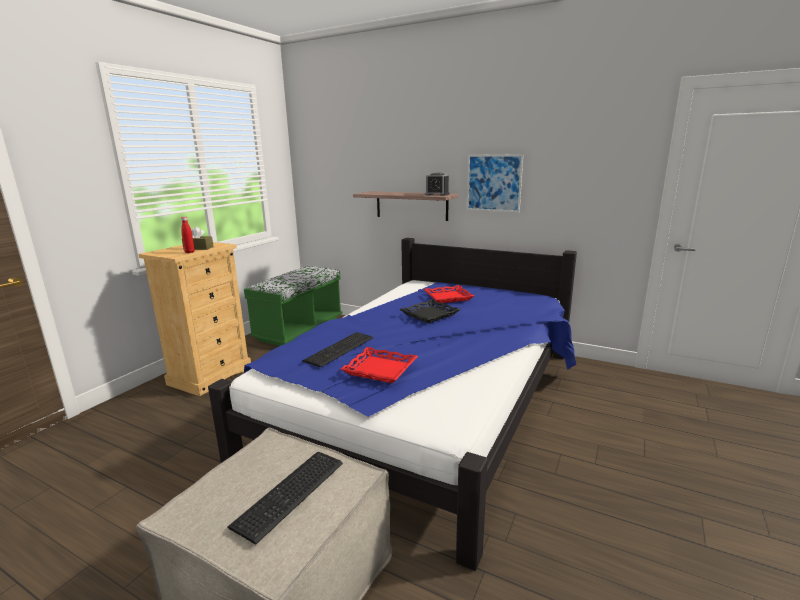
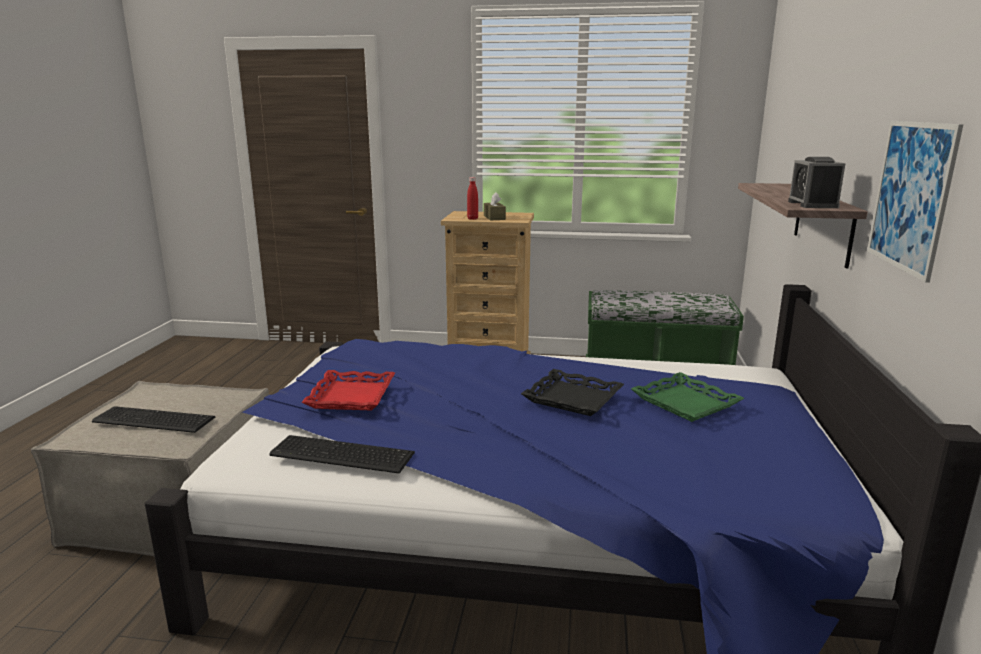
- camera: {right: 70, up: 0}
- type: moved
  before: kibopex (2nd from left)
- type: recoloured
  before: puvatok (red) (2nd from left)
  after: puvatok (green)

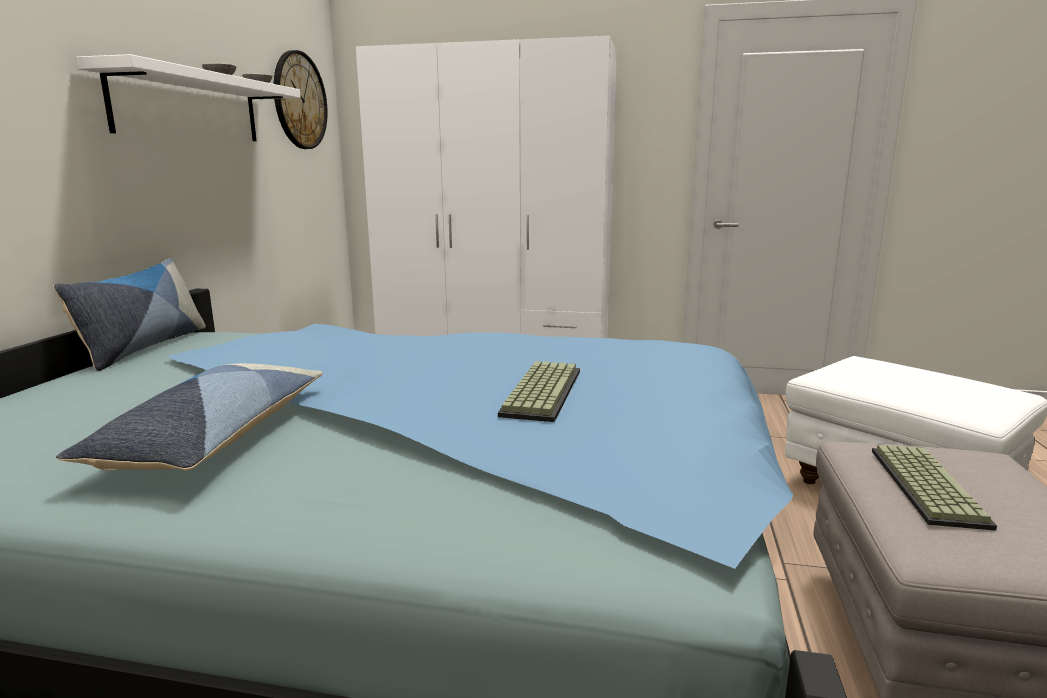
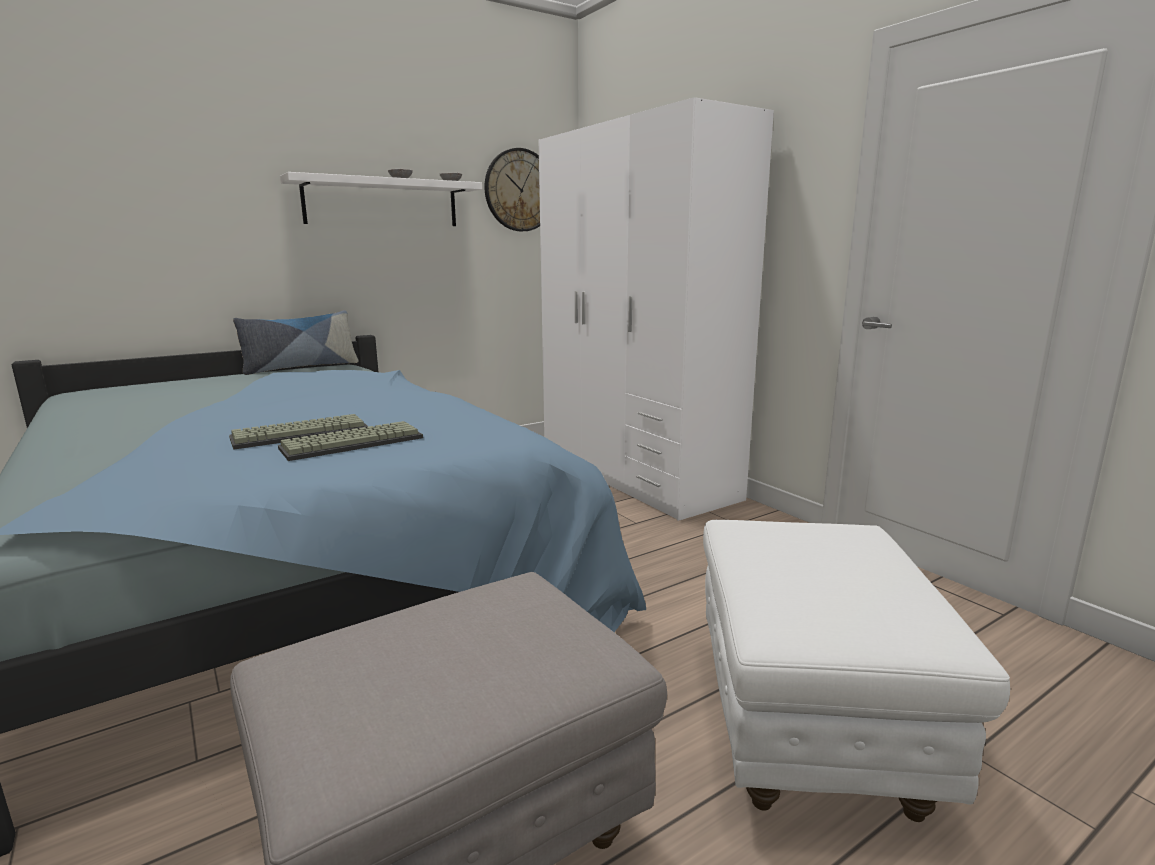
- camera: {right: 45, up: 0}
- type: moved
  before: kibopex (2nd from left)
- type: removed
  before: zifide (2nd from left)

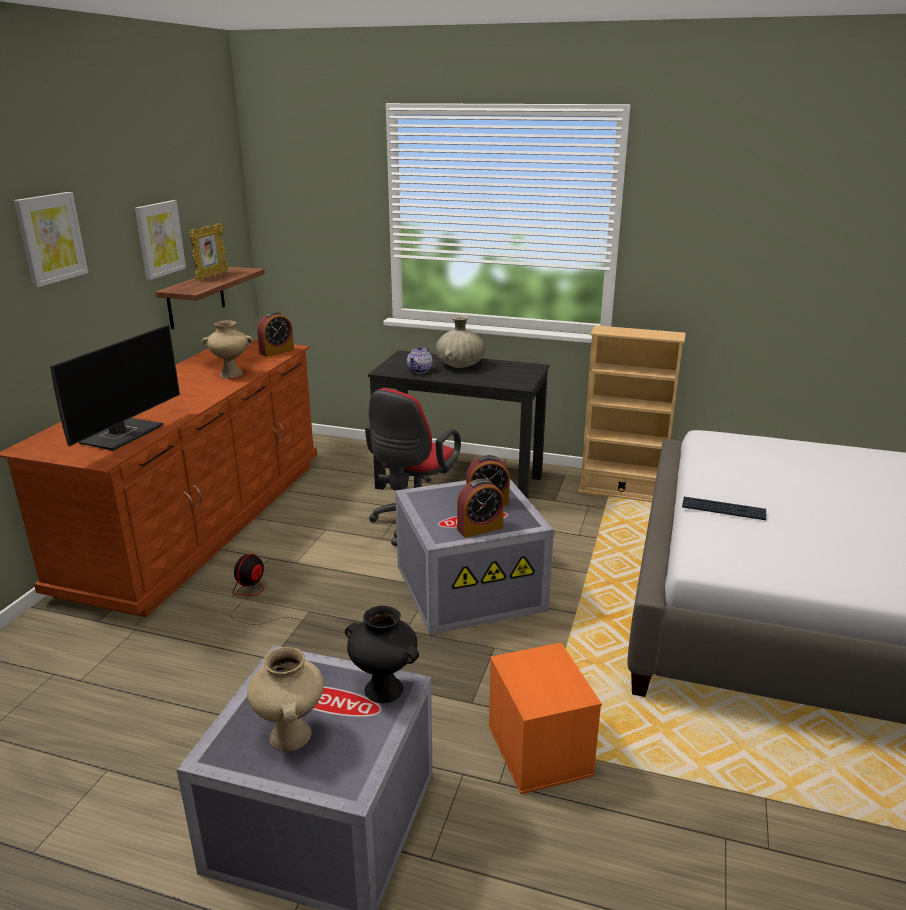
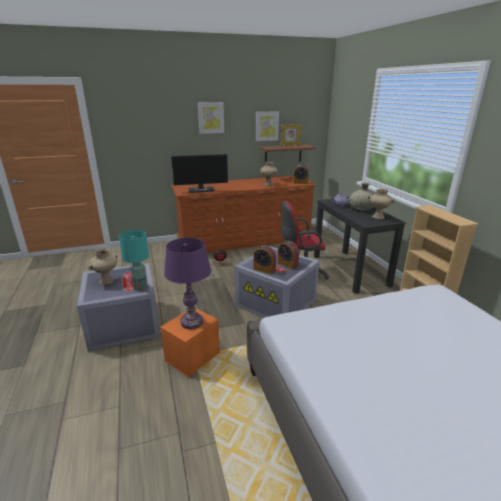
- camera: {right: 55, up: 0}
- type: replaced
  before: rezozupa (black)
  after: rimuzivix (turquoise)
- type: added
  after: rimuzivix (purple)
- type: added
  after: rezozupa (beige) (4th from left)
- type: removed
  before: kibopex

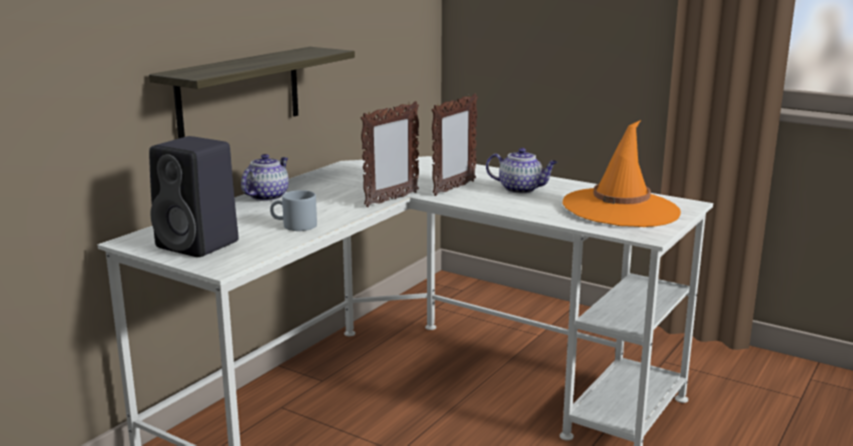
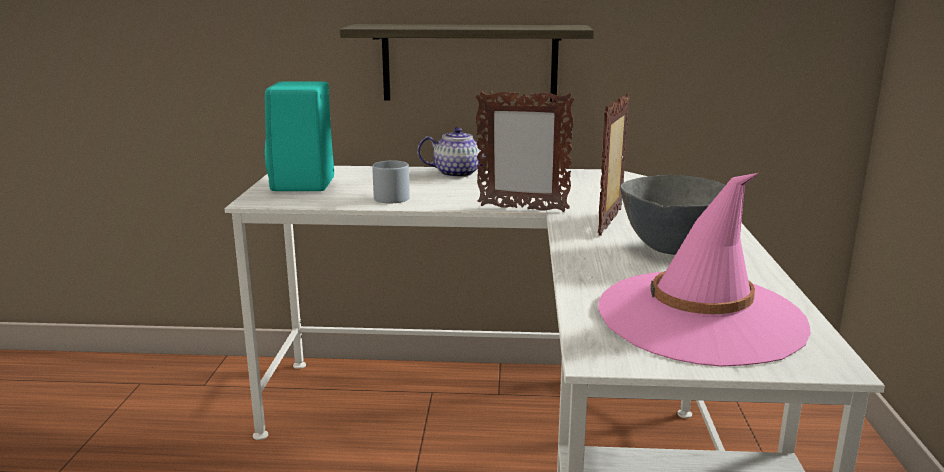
- camera: {right: 60, up: 0}
- type: recoloured
  before: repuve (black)
  after: repuve (turquoise)
- type: turned
  before: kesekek (2nd from left)
  turn: 105
- type: recoloured
  before: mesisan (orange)
  after: mesisan (pink)
- type: replaced
  before: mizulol (2nd from left)
  after: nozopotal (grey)

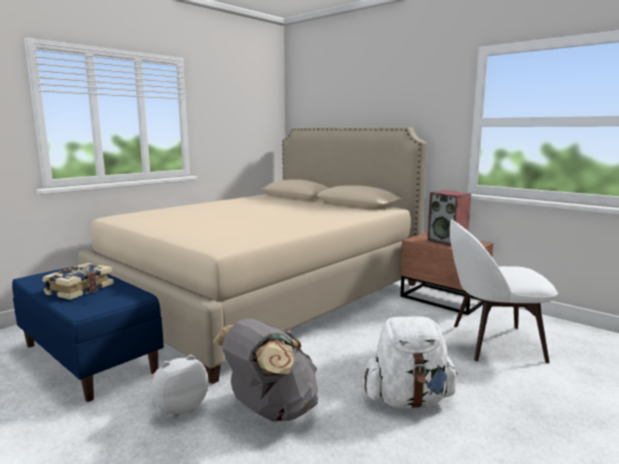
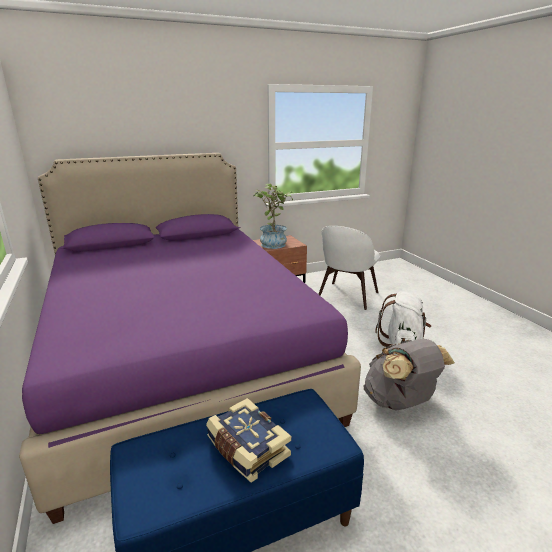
- camera: {right: -65, up: 10}
- type: recoloured
  before: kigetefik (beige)
  after: kigetefik (purple)
- type: replaced
  before: repuve
  after: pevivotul
- type: removed
  before: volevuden

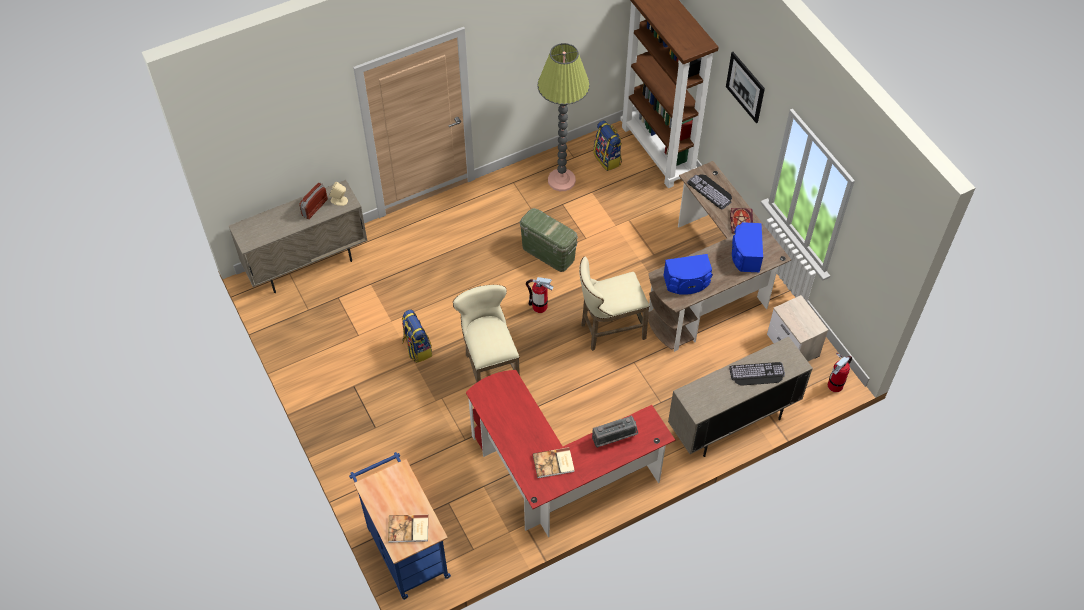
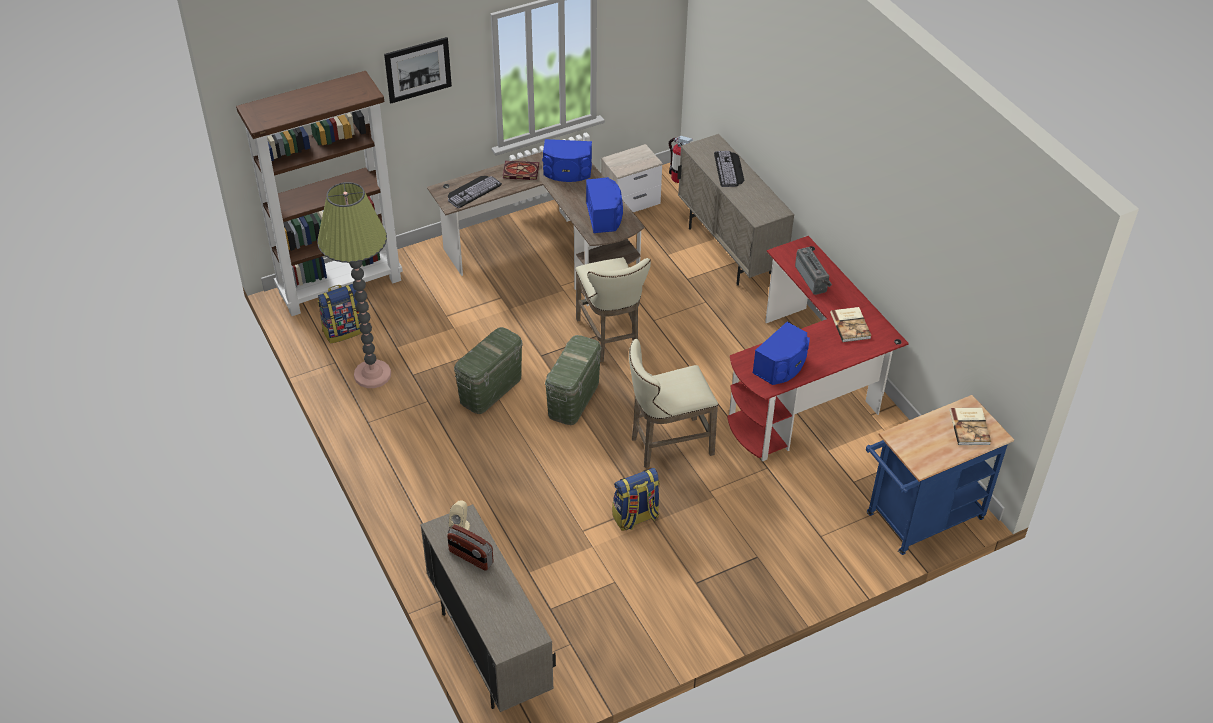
- camera: {right: -90, up: -10}
- type: replaced
  before: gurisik (1st from left)
  after: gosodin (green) (2nd from left)
- type: added
  after: repuve (blue) (3rd from left)

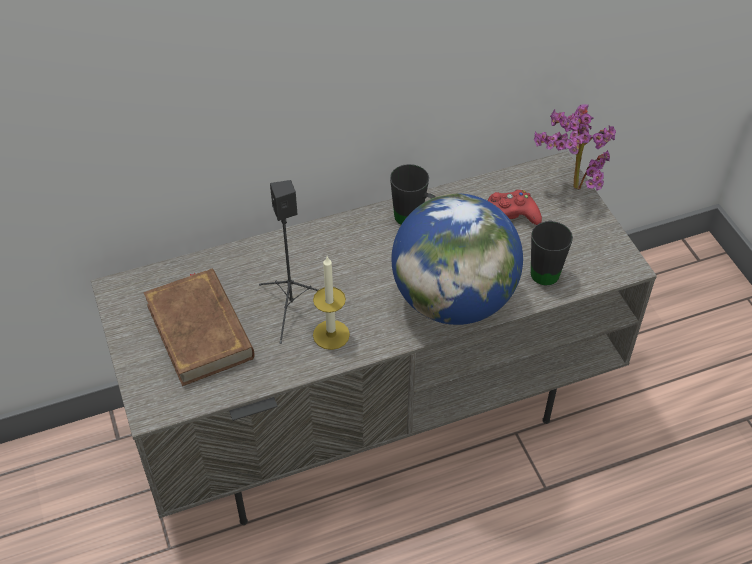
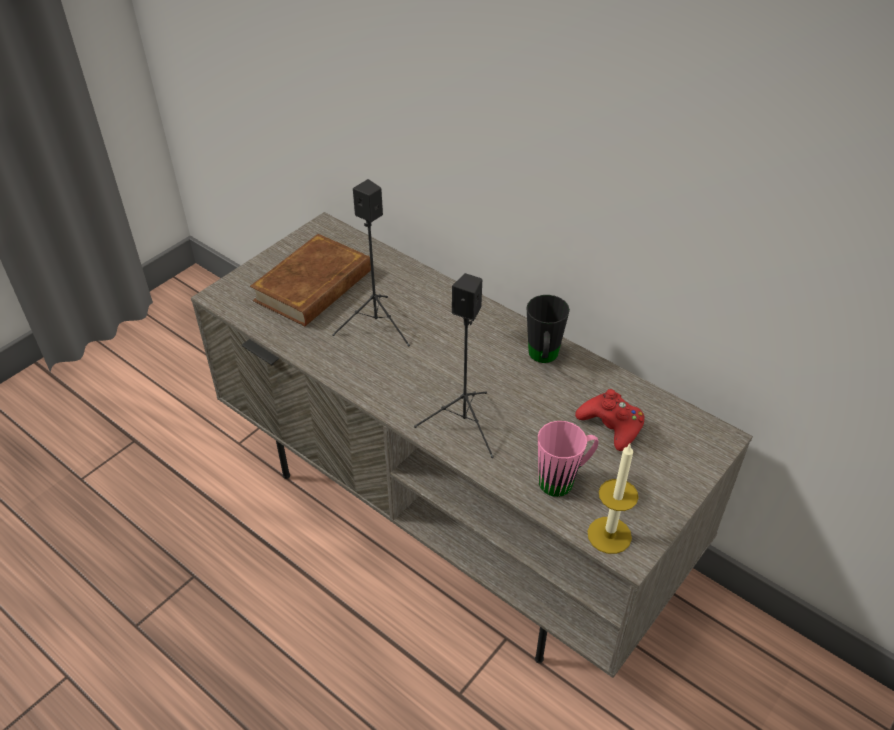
- camera: {right: 60, up: -5}
- type: replaced
  before: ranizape
  after: repuve (black) (2nd from left)
- type: recoloured
  before: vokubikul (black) (2nd from left)
  after: vokubikul (pink)
- type: moved
  before: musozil
- type: removed
  before: pevivotul

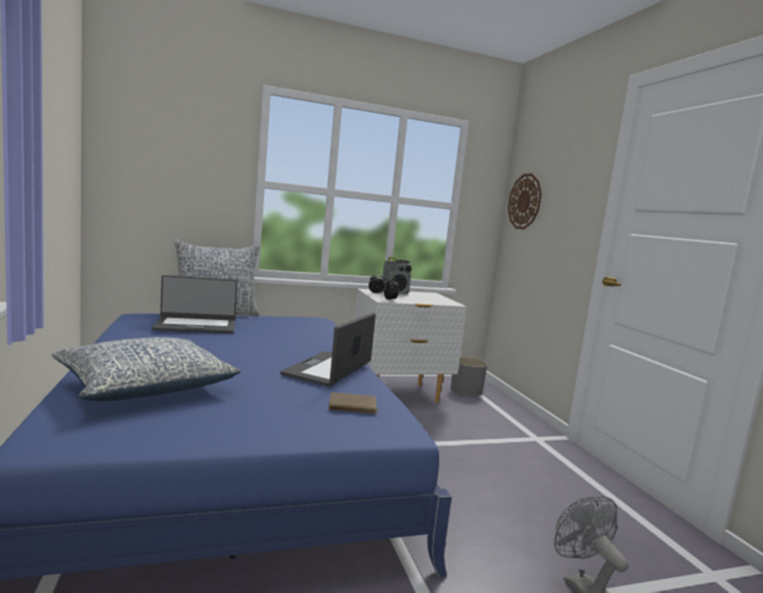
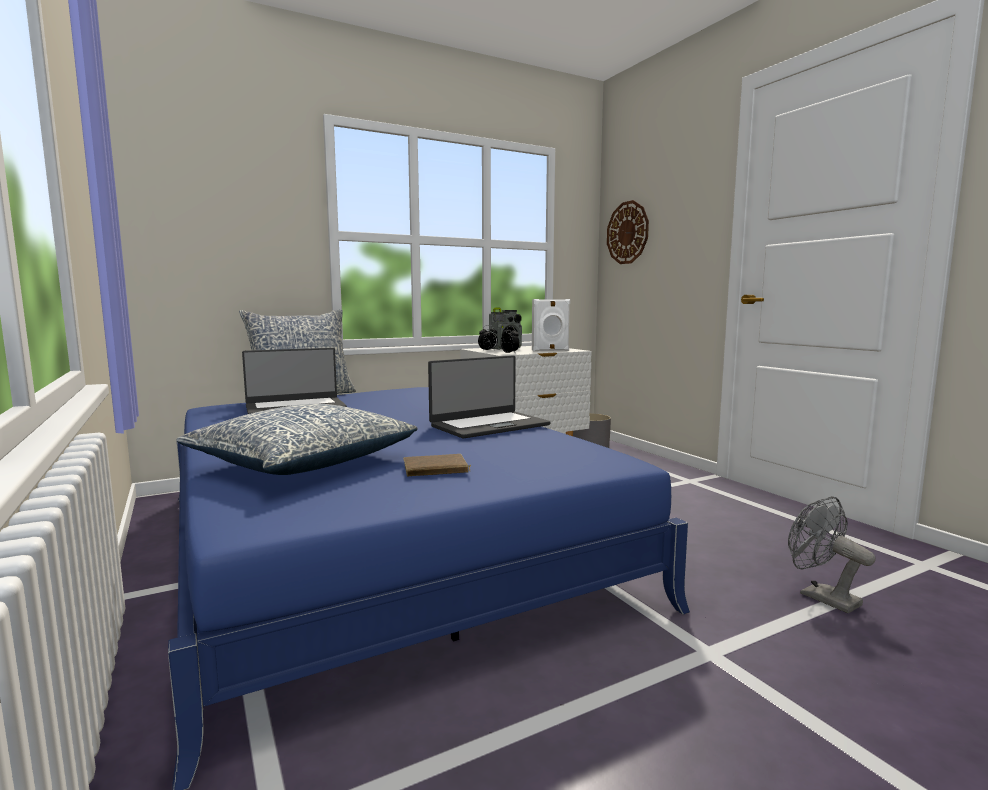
- camera: {right: -10, up: 0}
- type: moved
  before: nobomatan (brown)
- type: turned
  before: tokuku (2nd from left)
  turn: -135
- type: added
  after: repuve (white)

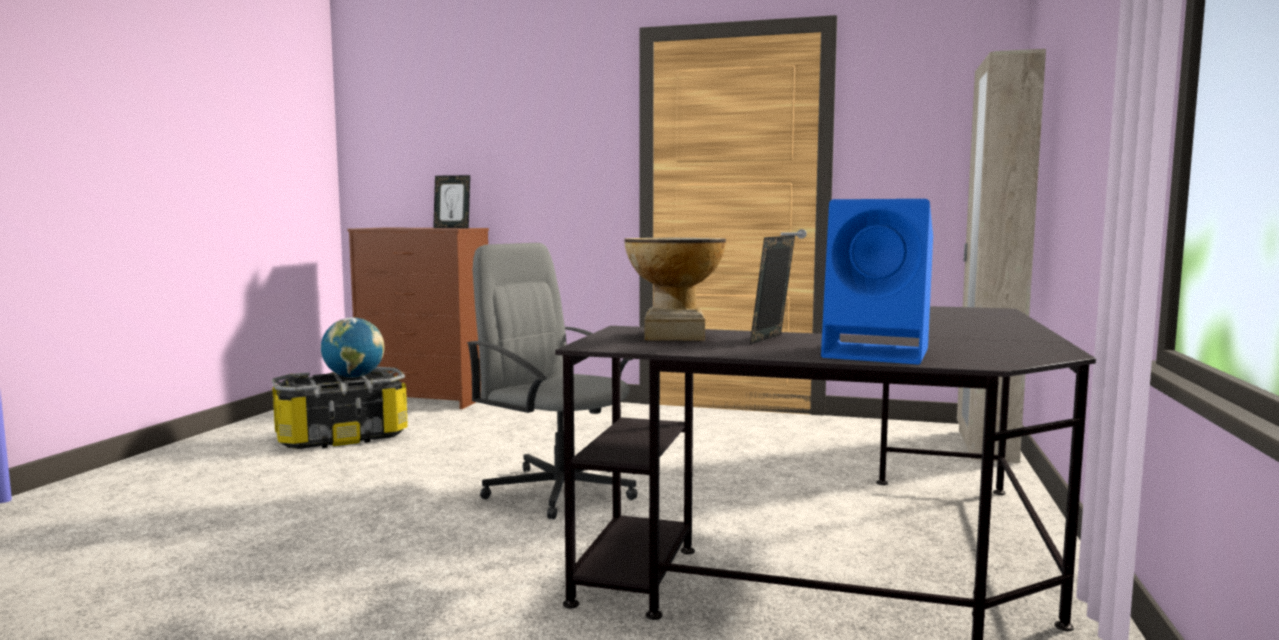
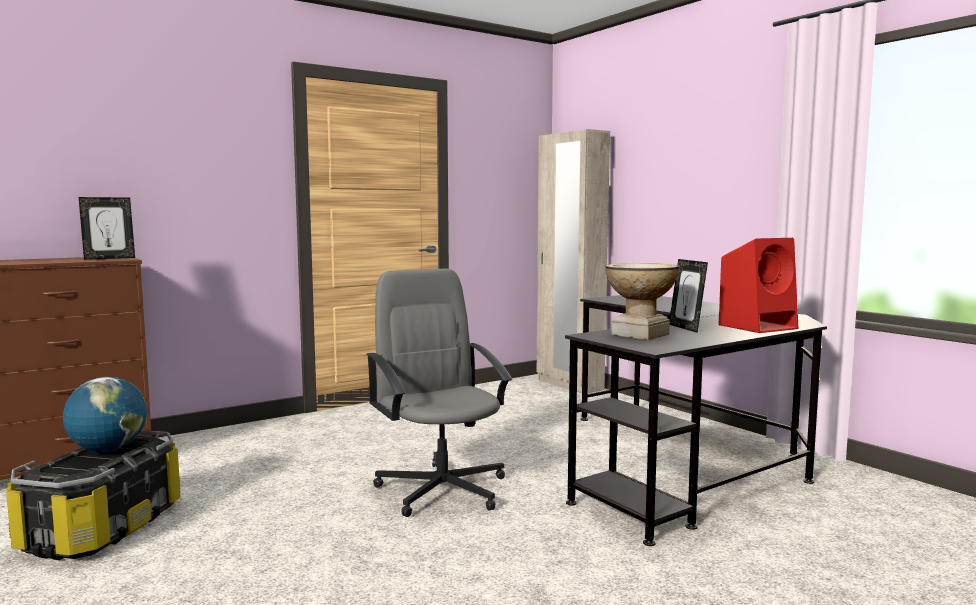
- camera: {right: -50, up: 0}
- type: turned
  before: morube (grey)
  turn: 75
- type: recoloured
  before: repuve (blue)
  after: repuve (red)

